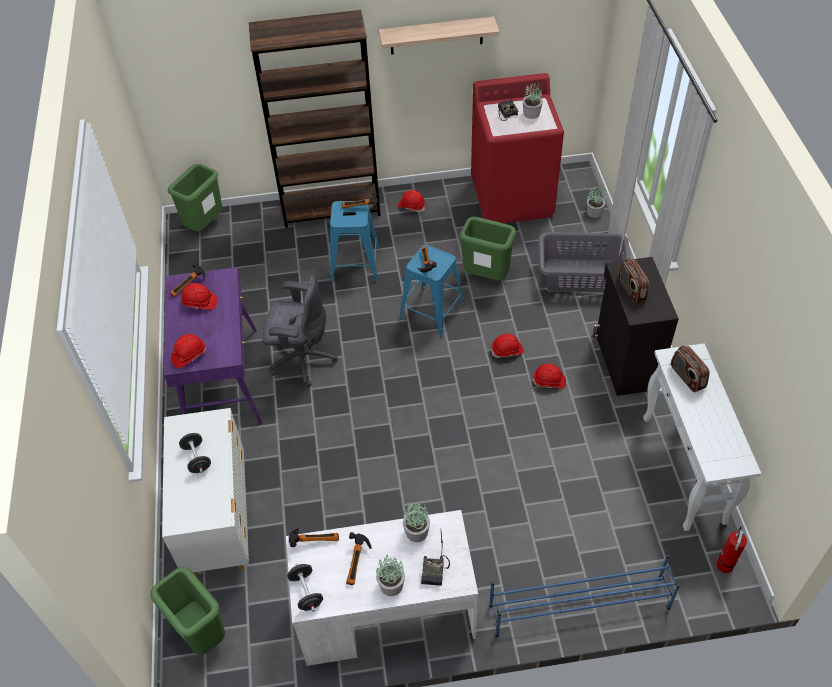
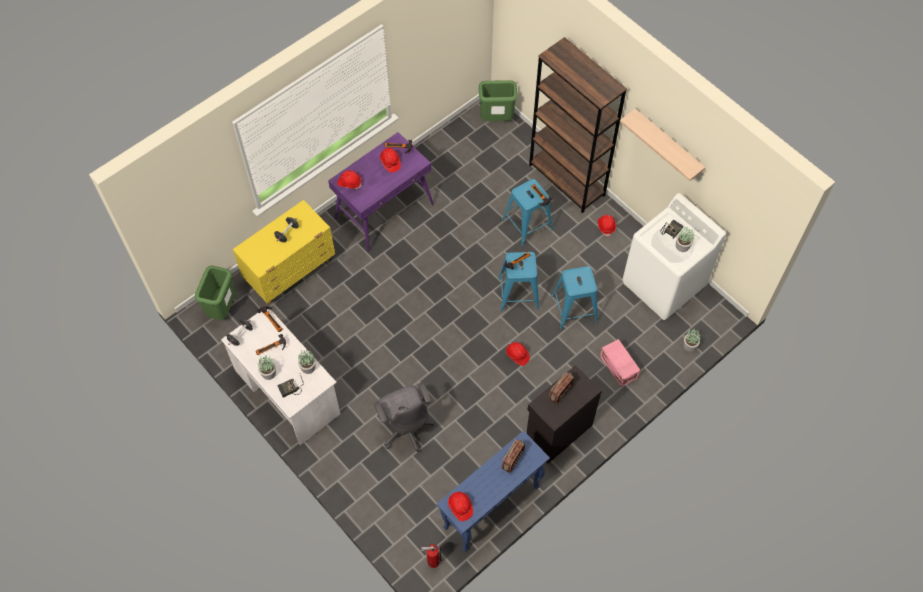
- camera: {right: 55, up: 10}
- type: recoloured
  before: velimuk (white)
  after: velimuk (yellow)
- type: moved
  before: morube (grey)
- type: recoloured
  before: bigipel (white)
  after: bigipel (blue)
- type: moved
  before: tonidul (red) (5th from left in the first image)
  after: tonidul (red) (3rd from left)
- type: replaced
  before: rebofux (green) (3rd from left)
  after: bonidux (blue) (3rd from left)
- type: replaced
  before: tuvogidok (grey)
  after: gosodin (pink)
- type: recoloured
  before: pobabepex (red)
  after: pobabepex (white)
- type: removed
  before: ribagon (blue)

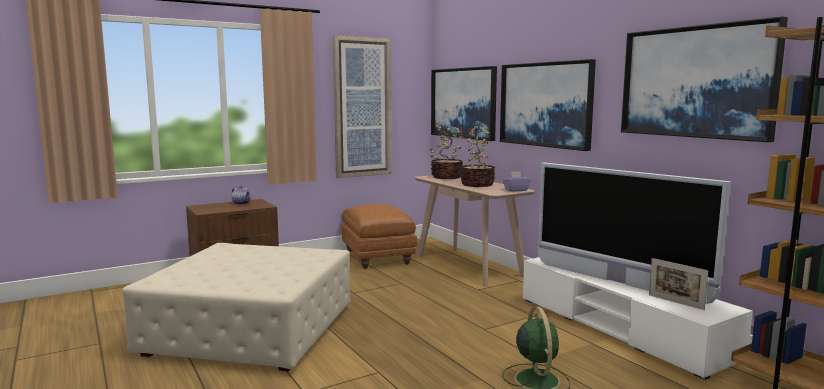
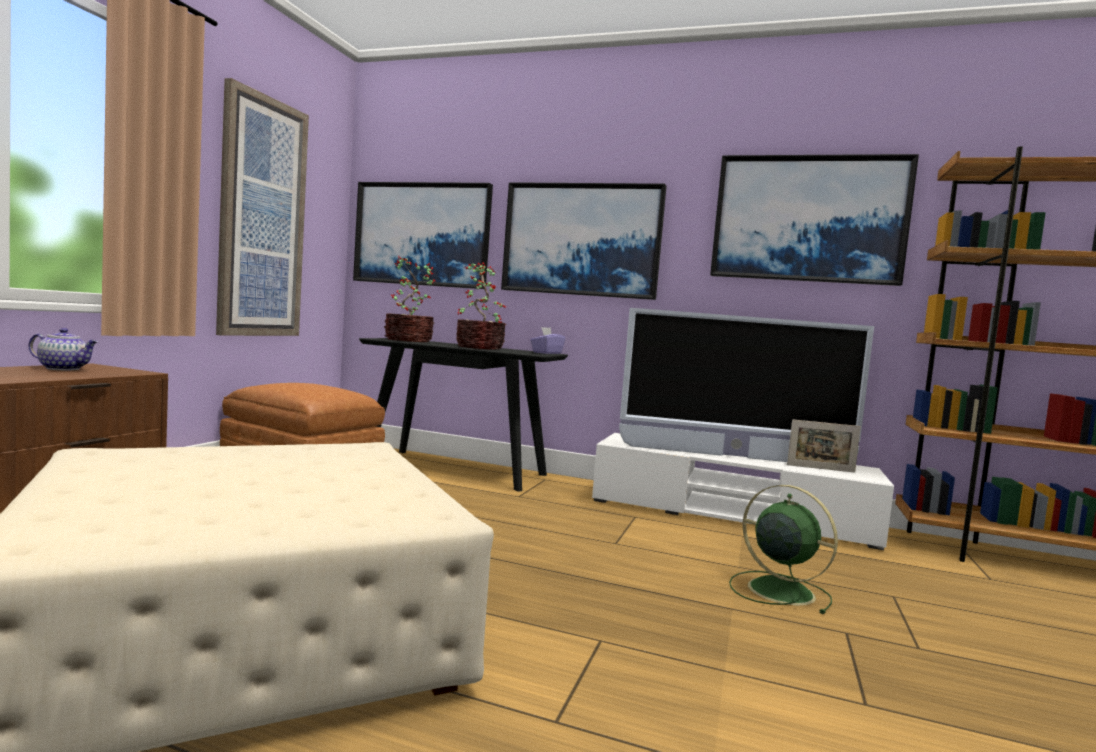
- camera: {right: -40, up: -5}
- type: recoloured
  before: bigipel (beige)
  after: bigipel (black)

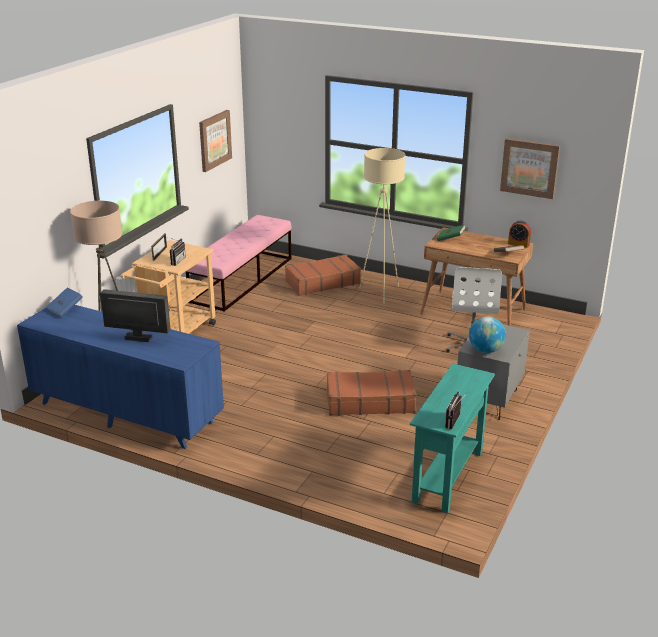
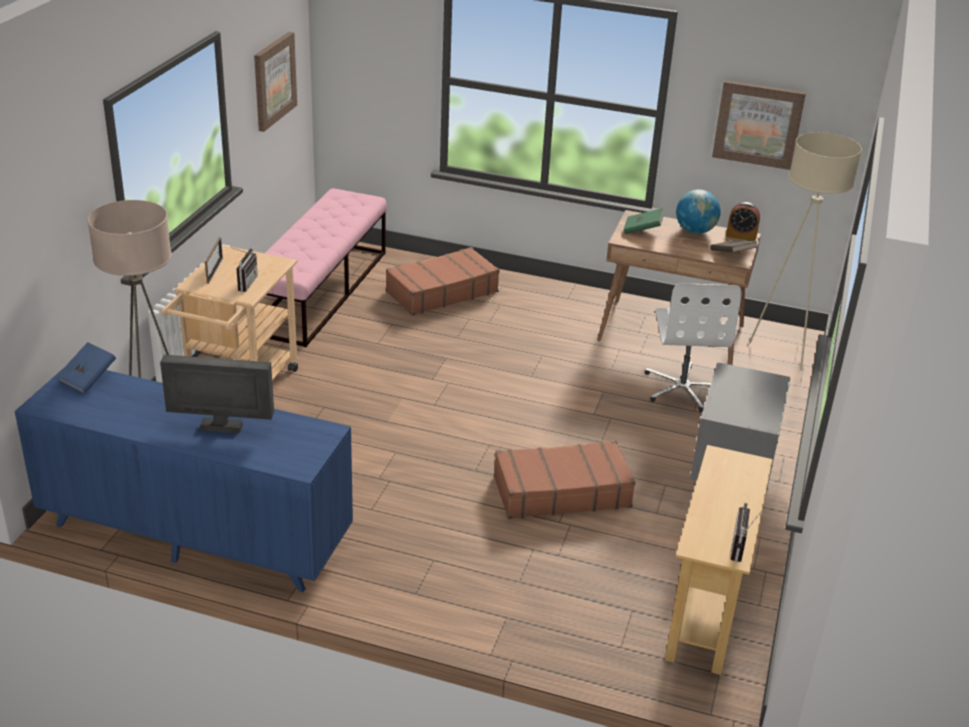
- camera: {right: -10, up: 5}
- type: recoloured
  before: bigipel (turquoise)
  after: bigipel (beige)
- type: moved
  before: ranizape
- type: moved
  before: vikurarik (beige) (2nd from left)

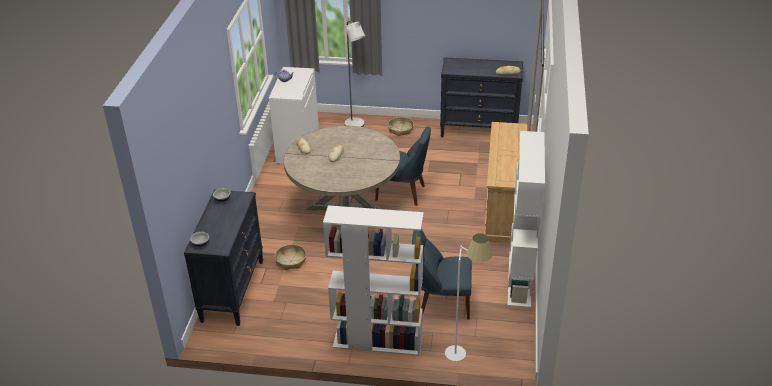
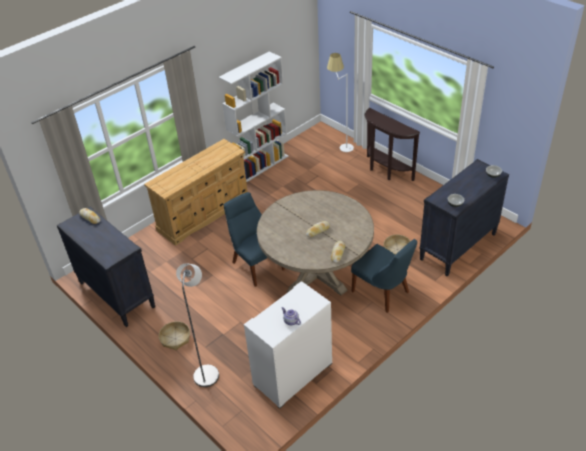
- camera: {right: -140, up: 5}
- type: moved
  before: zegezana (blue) (2nd from left)
- type: replaced
  before: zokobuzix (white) (1st from left)
  after: bigipel (brown)

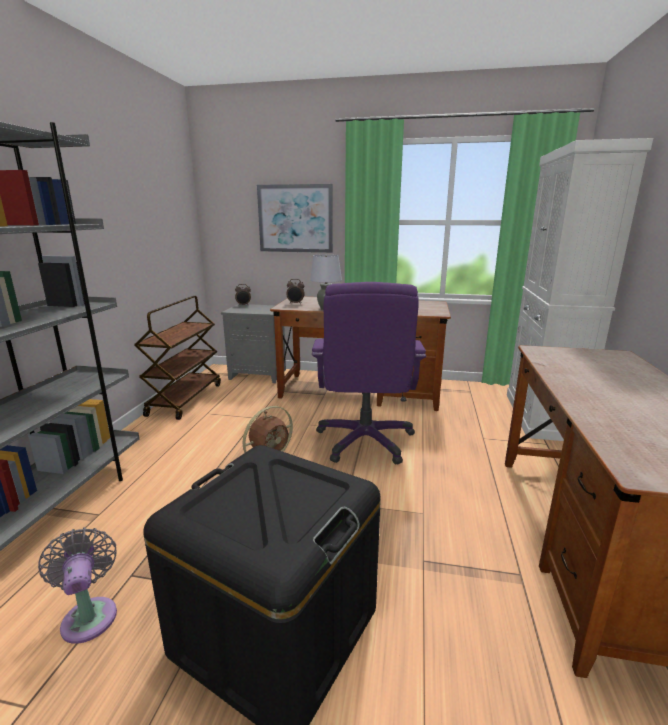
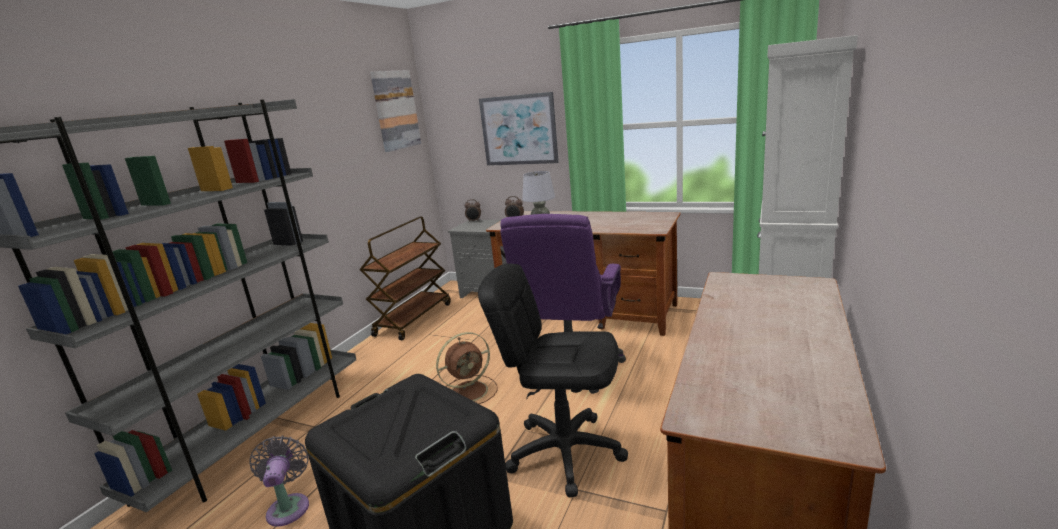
- camera: {right: 15, up: 0}
- type: added
  after: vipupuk (1st from left)
- type: added
  after: morube (black)

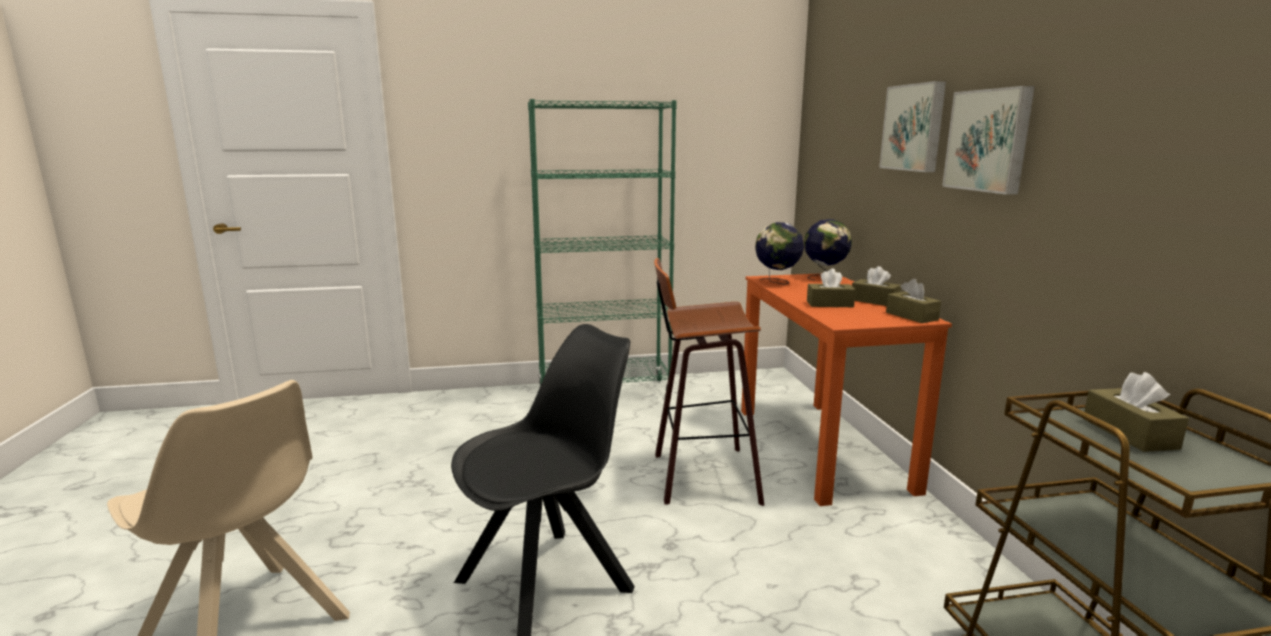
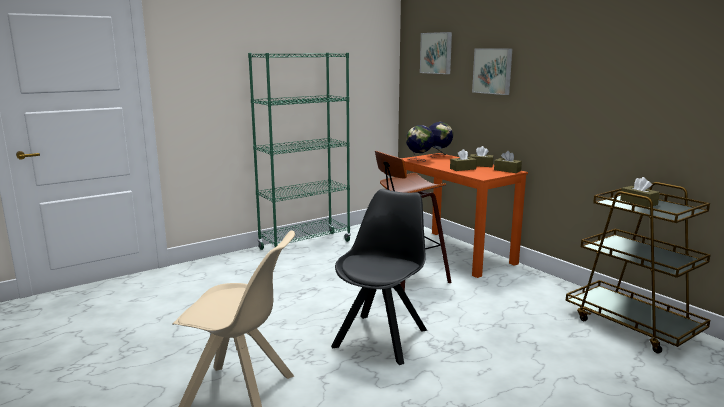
- camera: {right: -25, up: 0}
- type: moved
  before: vipupuk (2nd from left in the first image)
  after: vipupuk (1st from left)

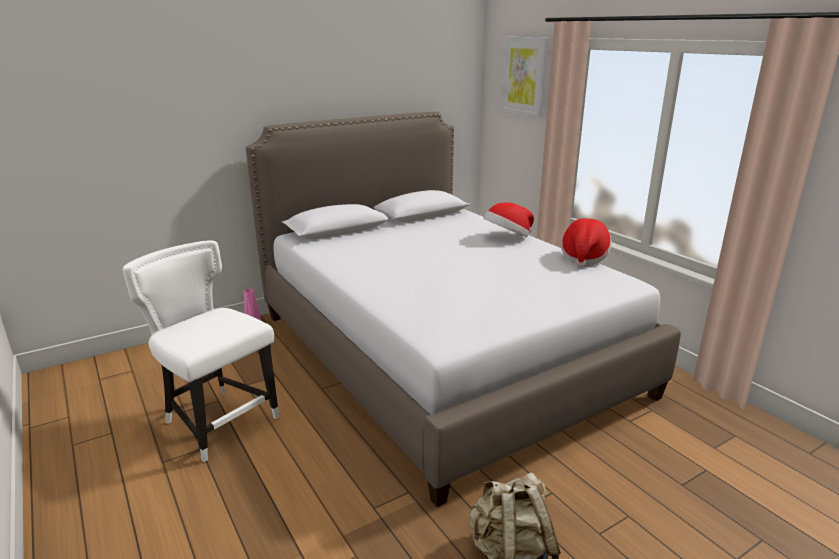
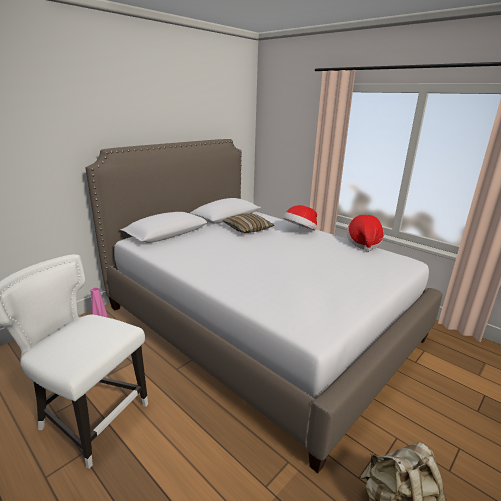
- camera: {right: -15, up: 0}
- type: added
  after: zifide
- type: removed
  before: vipupuk

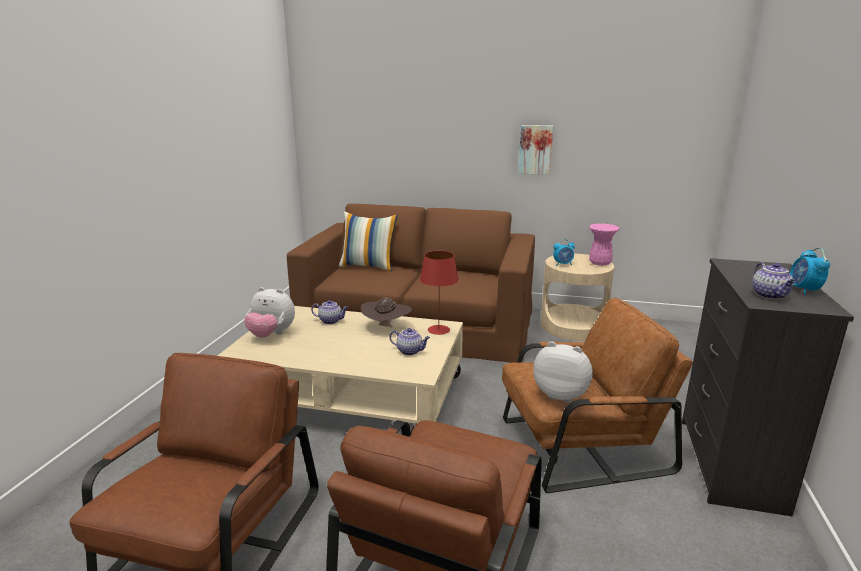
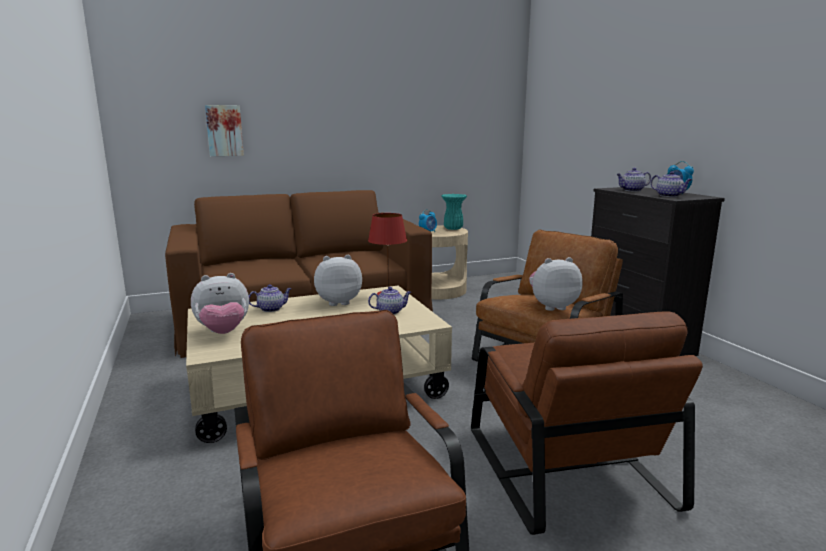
- camera: {right: -35, up: -5}
- type: moved
  before: vipupuk
- type: replaced
  before: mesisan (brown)
  after: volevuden (2nd from left)
- type: recoloured
  before: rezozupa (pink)
  after: rezozupa (turquoise)
- type: added
  after: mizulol (3rd from left)
- type: removed
  before: zifide

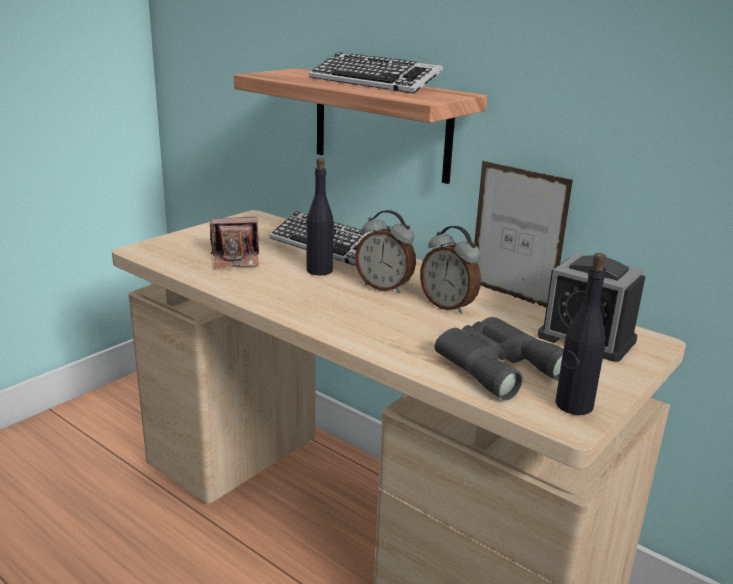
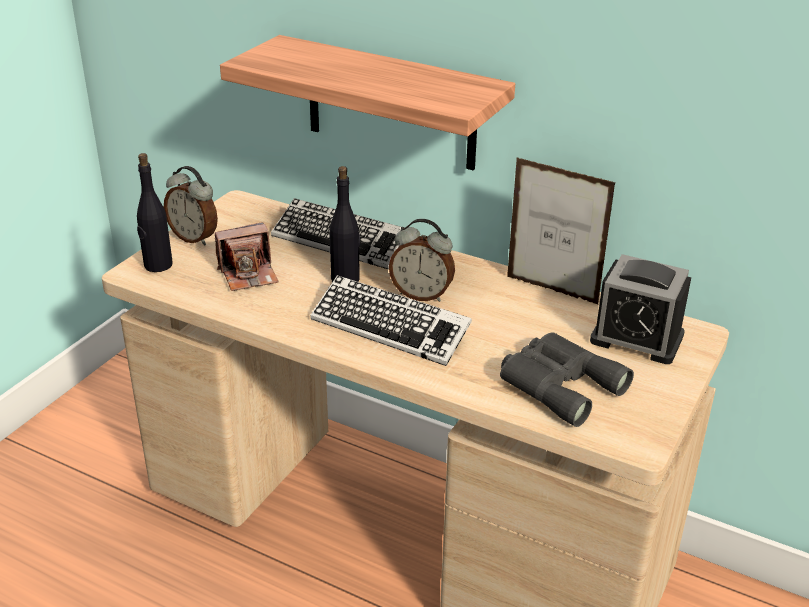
- camera: {right: -10, up: 10}
- type: moved
  before: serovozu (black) (2nd from left in the first image)
  after: serovozu (black) (1st from left)
- type: moved
  before: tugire (2nd from left in the first image)
  after: tugire (1st from left)
- type: moved
  before: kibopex (2nd from left)

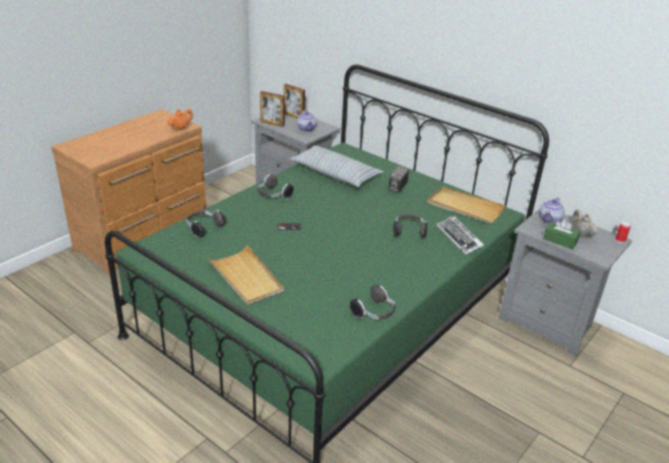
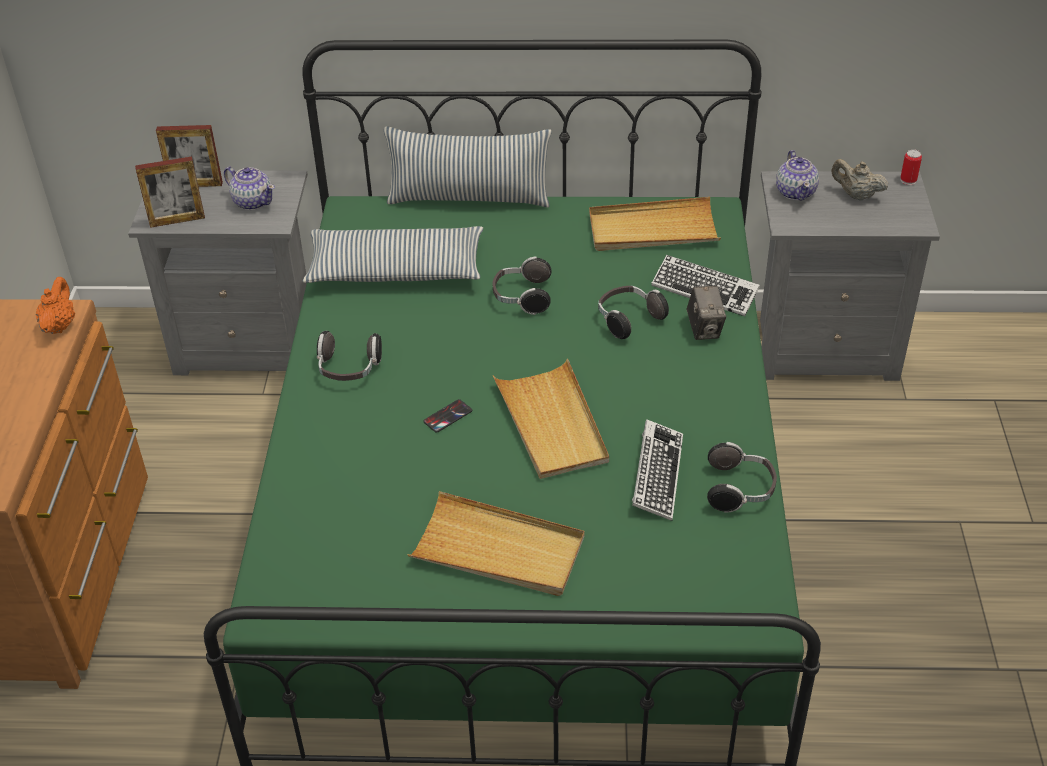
- camera: {right: -35, up: 10}
- type: added
  after: zifide (2nd from left)
- type: moved
  before: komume (1st from left in the first image)
  after: komume (2nd from left)
- type: added
  after: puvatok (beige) (2nd from left)
- type: added
  after: kibopex (1st from left)
- type: moved
  before: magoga
- type: removed
  before: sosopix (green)

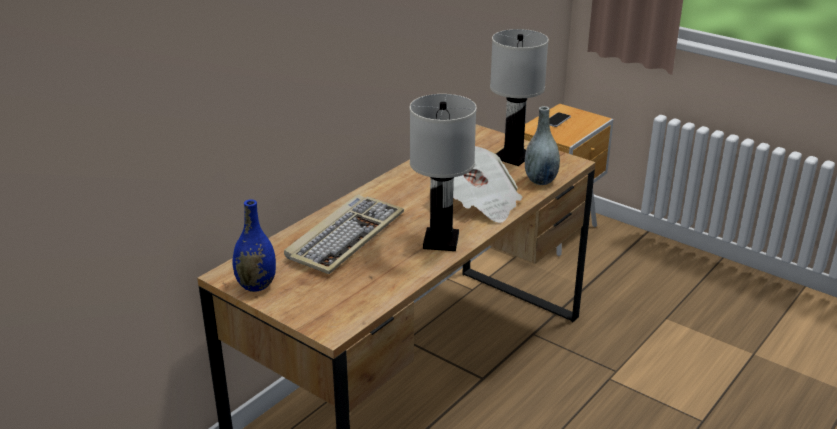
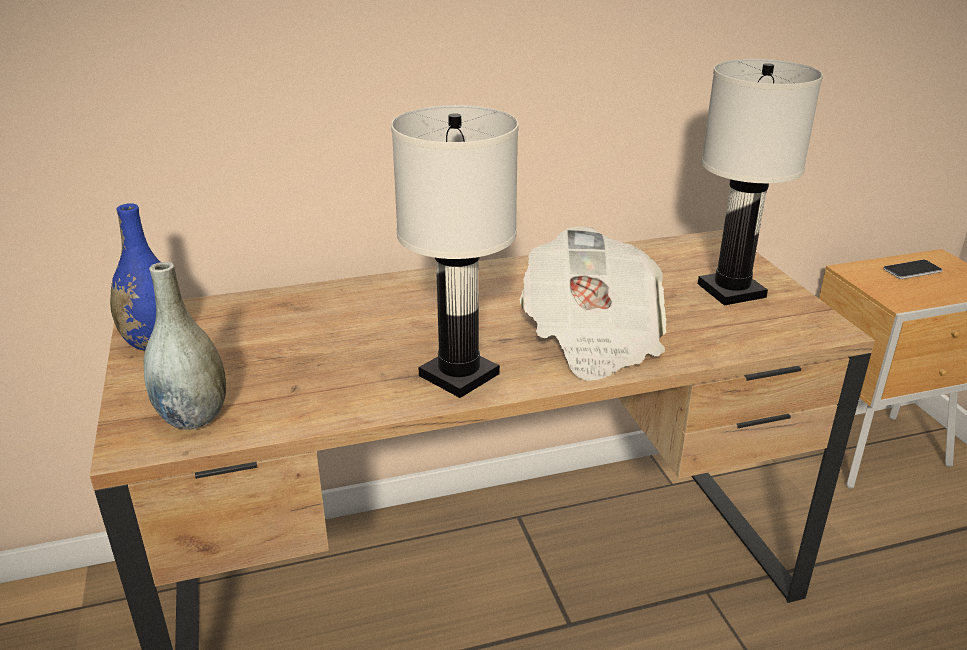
- camera: {right: 35, up: 0}
- type: moved
  before: rezozupa (grey)
- type: removed
  before: kibopex

